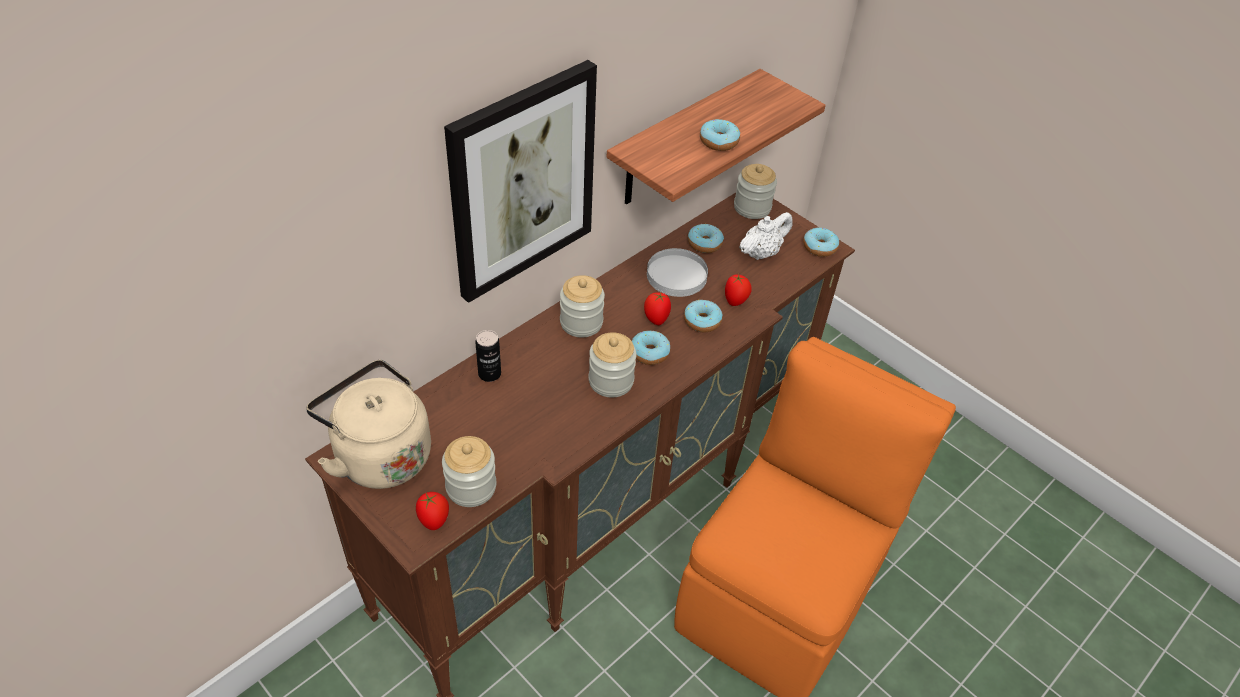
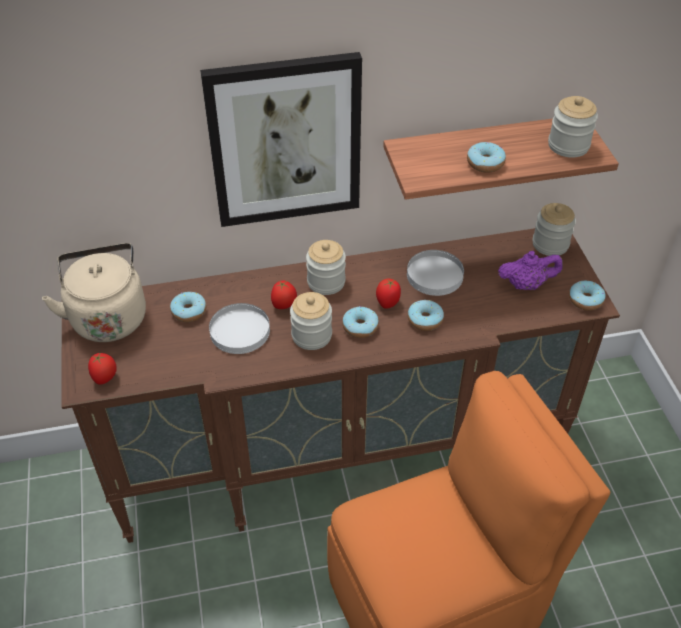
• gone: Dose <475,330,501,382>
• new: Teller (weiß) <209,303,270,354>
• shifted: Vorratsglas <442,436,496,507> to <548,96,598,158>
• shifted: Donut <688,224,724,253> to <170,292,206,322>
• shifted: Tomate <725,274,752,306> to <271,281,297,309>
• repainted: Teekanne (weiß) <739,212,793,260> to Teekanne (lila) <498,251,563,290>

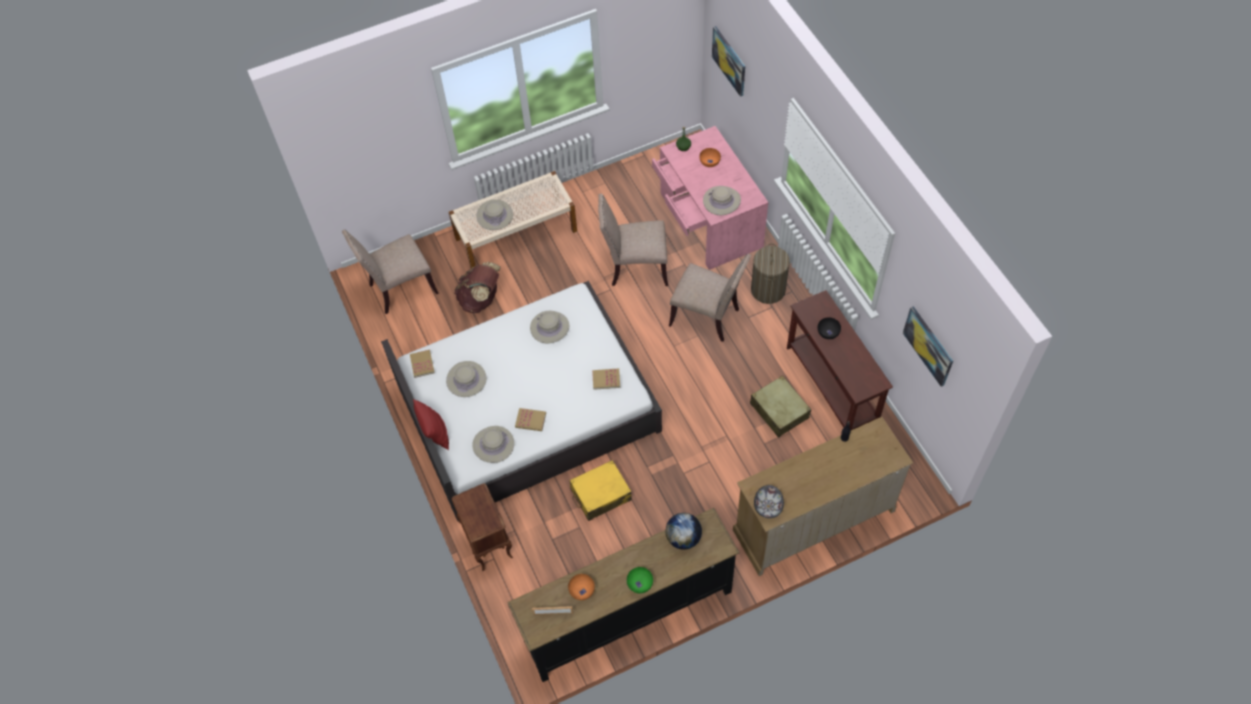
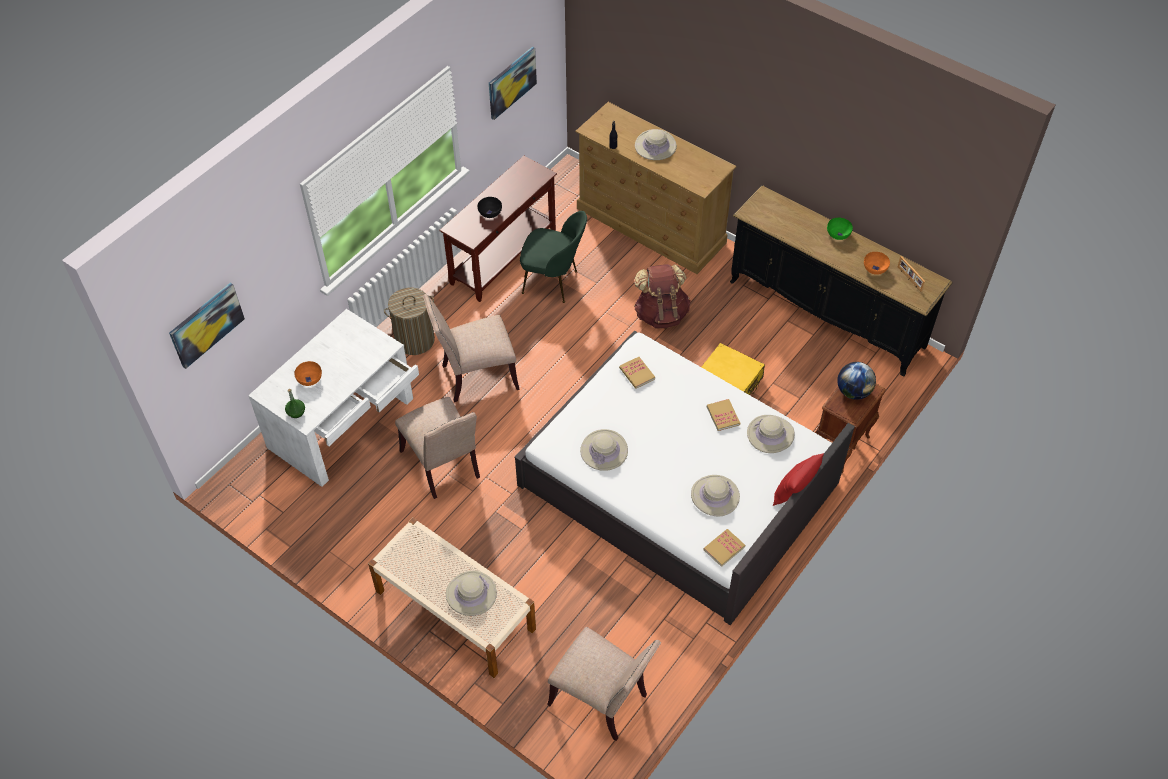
• gone: Schüssel <754,485,784,518>
• shifted: Rucksack (braun) <454,262,501,313> to <634,264,691,329>
• shifted: Globus <666,513,702,550> to <837,362,876,400>
• shifted: Hut (beige) <703,186,741,215> to <635,129,677,160>
• swapped: Koffer (beige) <750,375,811,438> to Stuhl (grün) <520,211,587,303>
• repainted: Schreibtisch (rosa) <652,126,768,270> to Schreibtisch (weiß) <248,309,419,487>
• rotated: Stuhl (beige) <669,254,751,342> = <423,294,520,402> 105 degrees counterclockwise

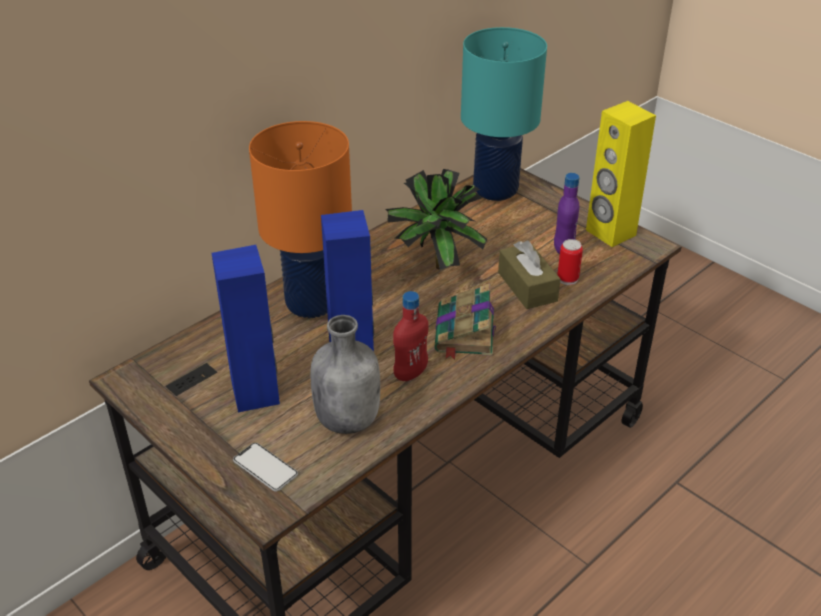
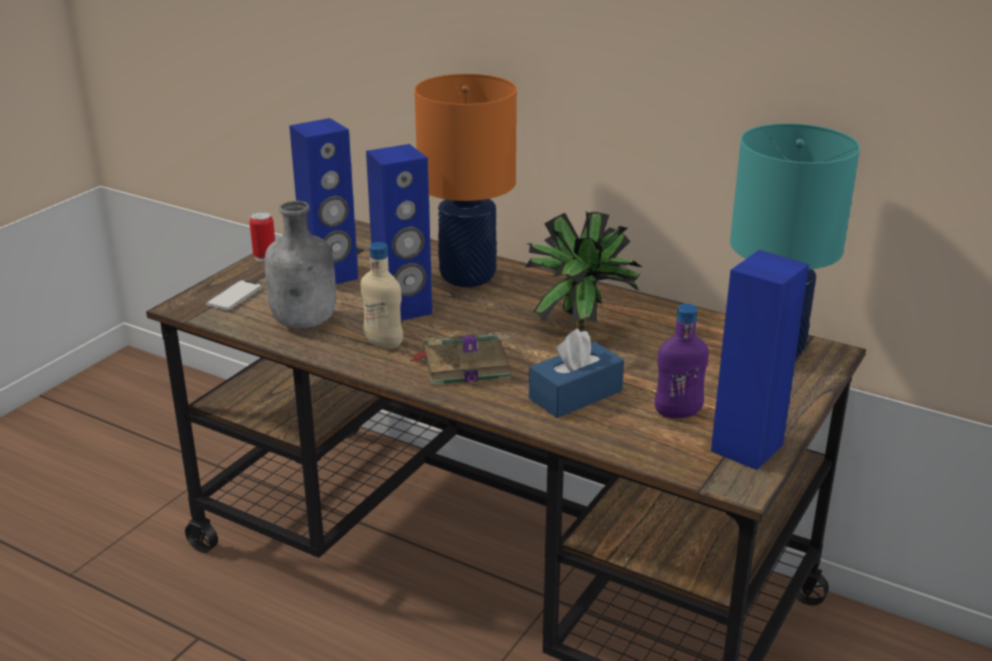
• shifted: Dose <557,239,583,285> to <249,212,275,262>
• repainted: Flasche (rot) <393,291,428,381> to Flasche (beige) <361,242,403,349>
• repainted: Taschentuchbox (braun) <498,240,561,309> to Taschentuchbox (blau) <529,329,624,418>
• repainted: Lautsprecher (gelb) <586,101,656,247> to Lautsprecher (blau) <711,250,809,470>

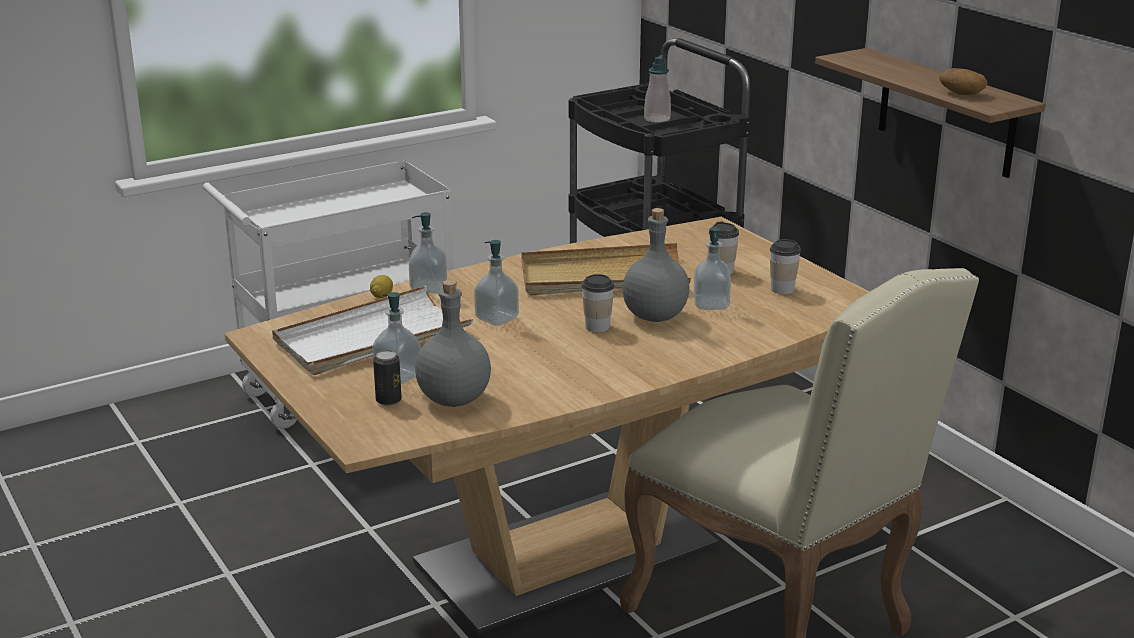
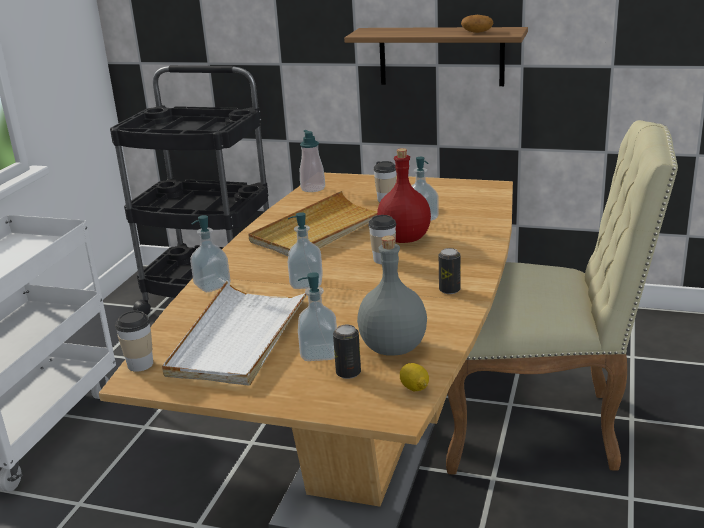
• new: Dose <439,248,461,294>
• shifted: Zitrone <370,275,393,298> to <400,363,429,391>
• shifted: Seifenspender <644,55,671,123> to <300,130,325,192>
• shifted: Tasse <770,239,801,294> to <115,310,153,372>
• repainted: Flasche (grau) <622,208,690,322> to Flasche (rot) <377,148,431,243>

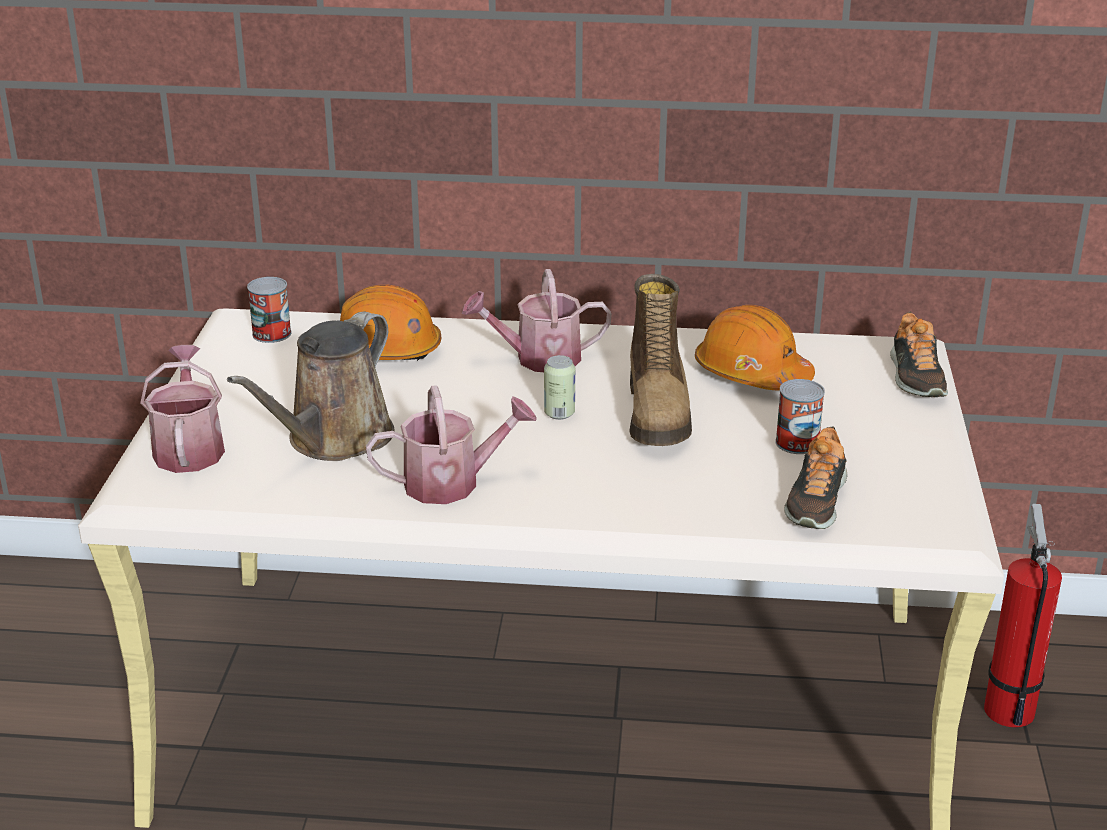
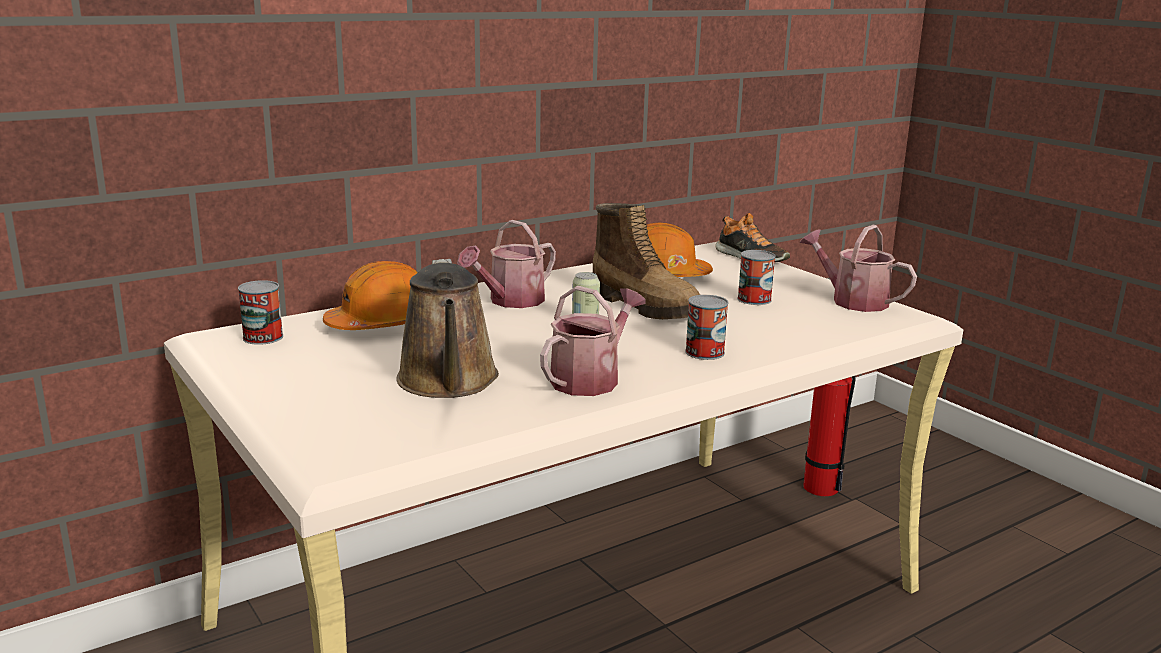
• gone: Schuh <784,427,848,529>
• new: Dose <685,295,729,360>
• shifted: Gießkanne <140,345,225,473> to <799,225,917,312>

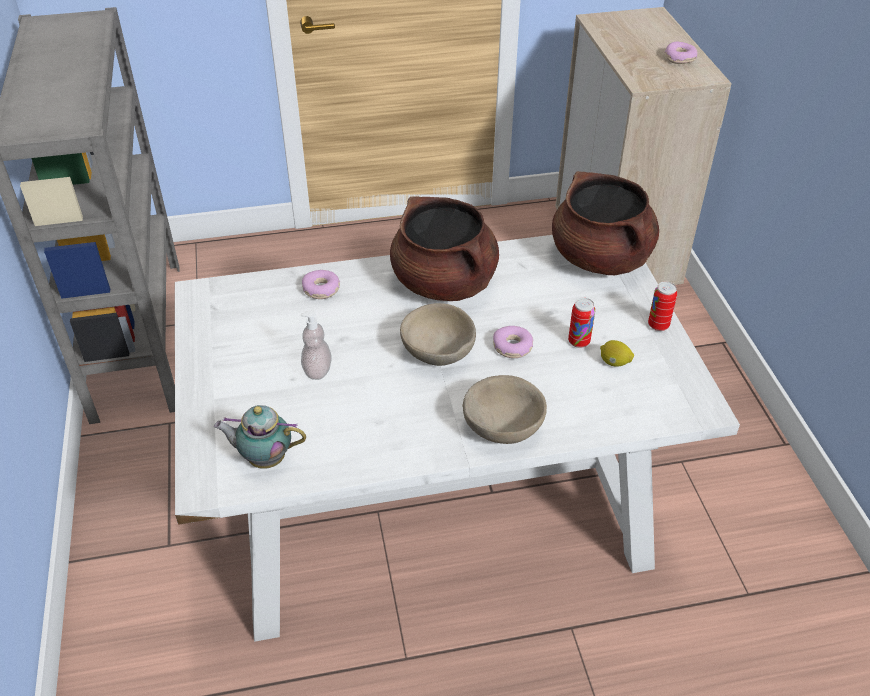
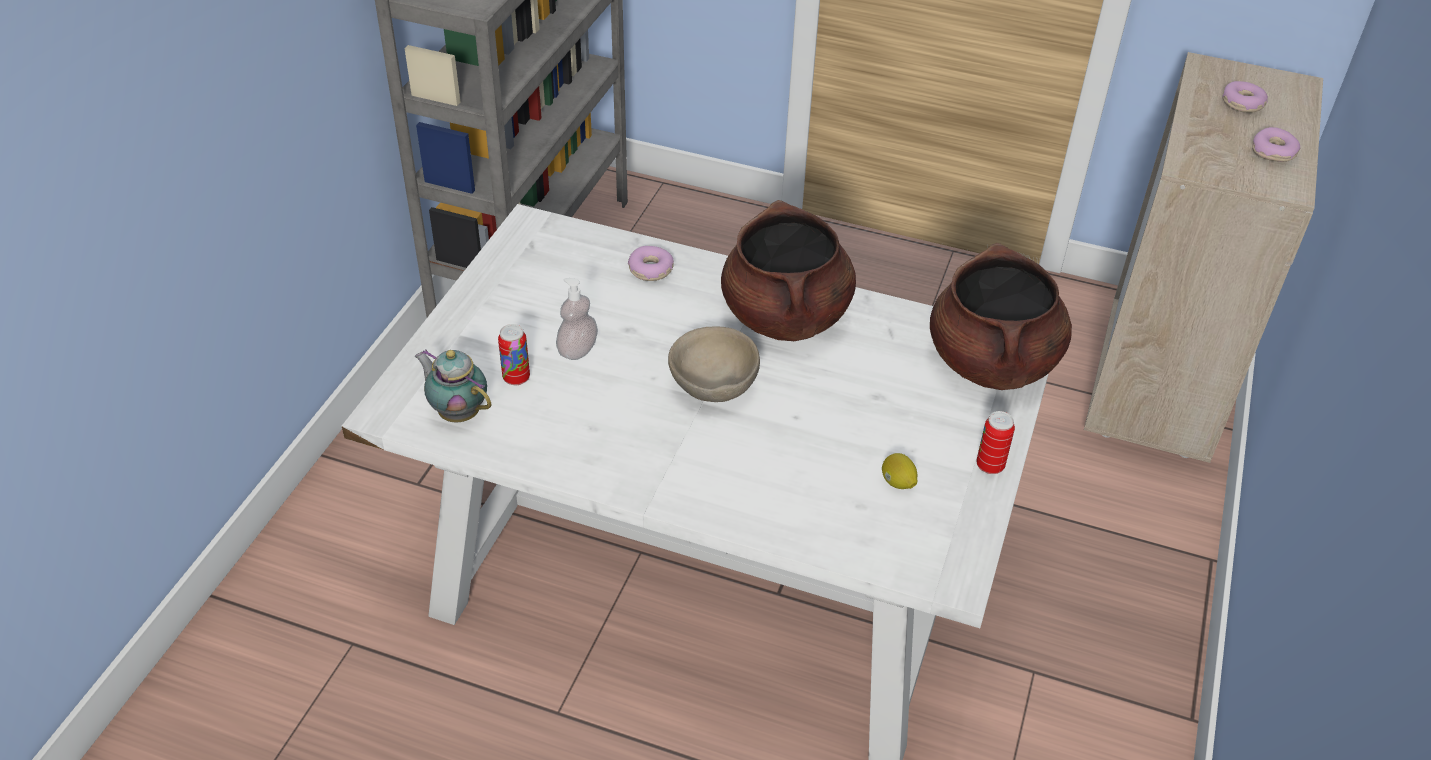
• gone: Schüssel (beige) <462,375,547,444>
• shifted: Donut <493,326,534,358> to <1223,81,1268,113>
• shifted: Dose <568,298,595,348> to <498,324,530,385>

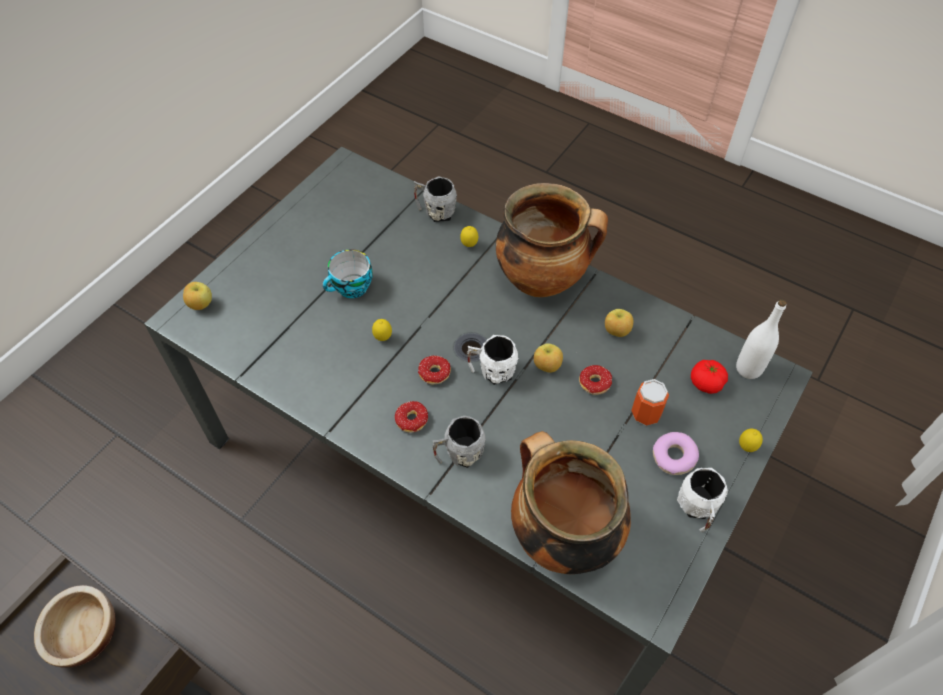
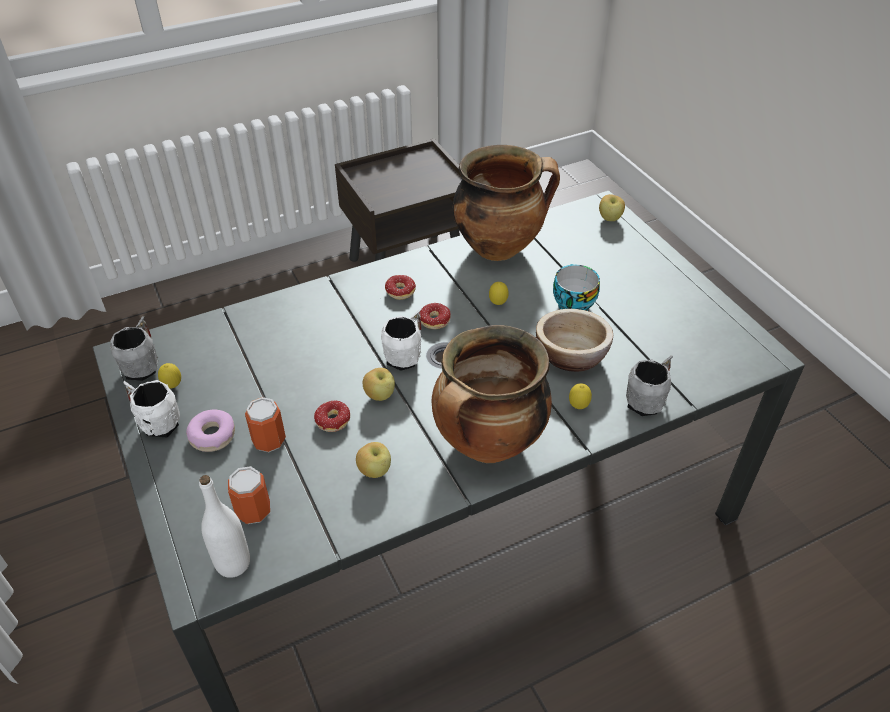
• shifted: Schüssel <34,585,116,668> to <536,309,613,372>
• shifted: Henkelbecher (grau) <432,416,486,468> to <110,316,158,381>
• shifted: Kochtopf <511,431,631,574> to <453,145,560,261>
• shifted: Zitrone <739,428,763,452> to <158,363,181,389>
• swapped: Tomate <691,360,728,394> to Dose <228,466,270,524>

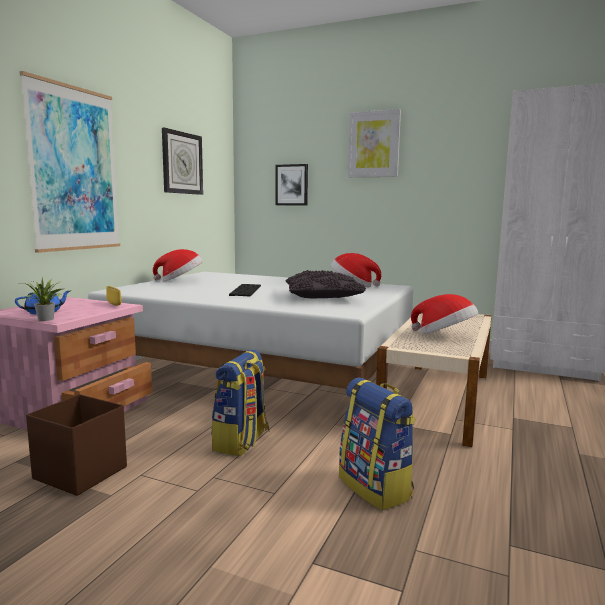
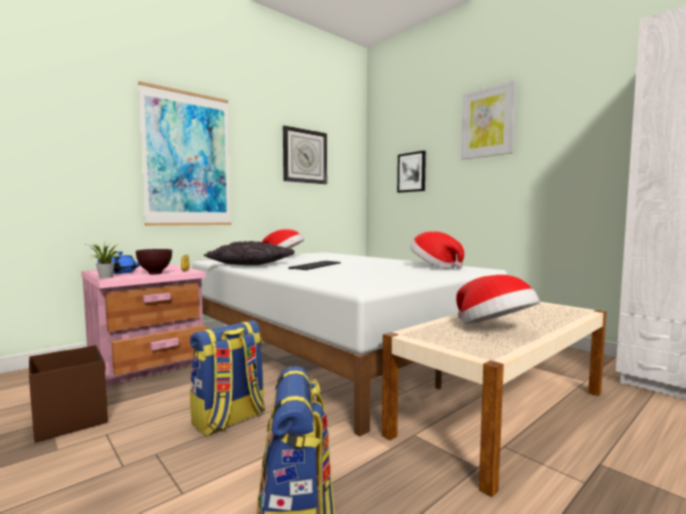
• new: Schüssel (braun) <136,249,172,274>
• shifted: Kissen (schwarz) <286,270,366,298> to <204,241,295,265>

